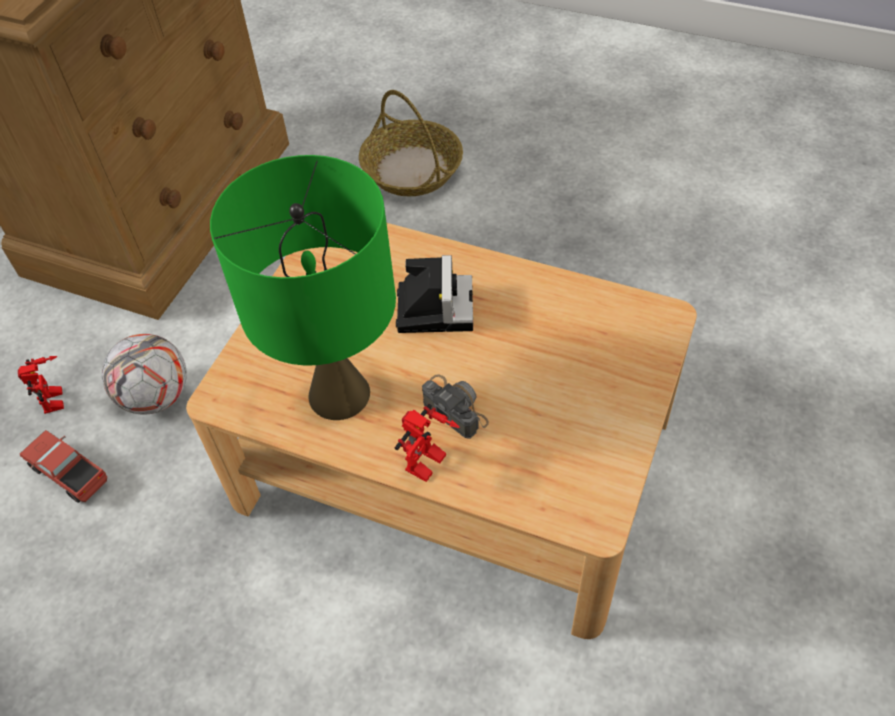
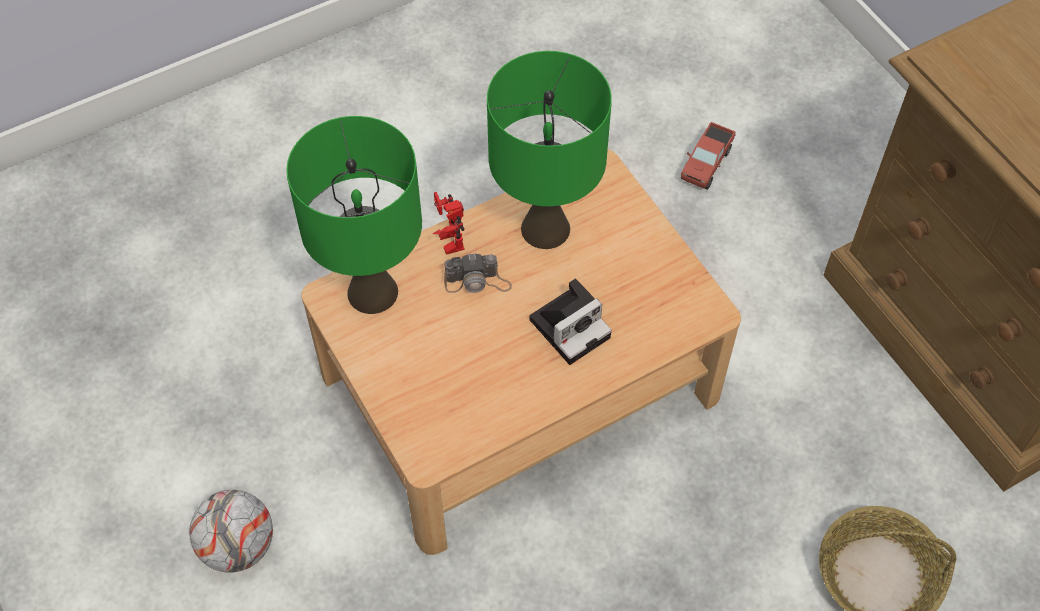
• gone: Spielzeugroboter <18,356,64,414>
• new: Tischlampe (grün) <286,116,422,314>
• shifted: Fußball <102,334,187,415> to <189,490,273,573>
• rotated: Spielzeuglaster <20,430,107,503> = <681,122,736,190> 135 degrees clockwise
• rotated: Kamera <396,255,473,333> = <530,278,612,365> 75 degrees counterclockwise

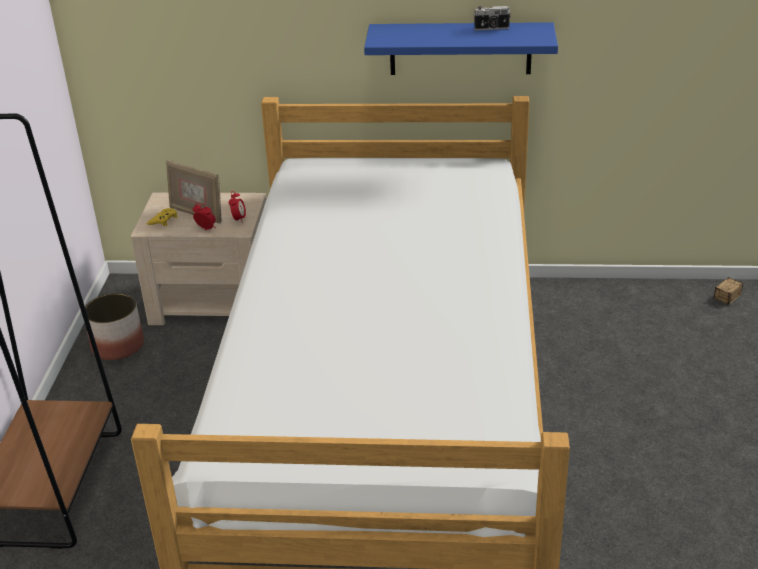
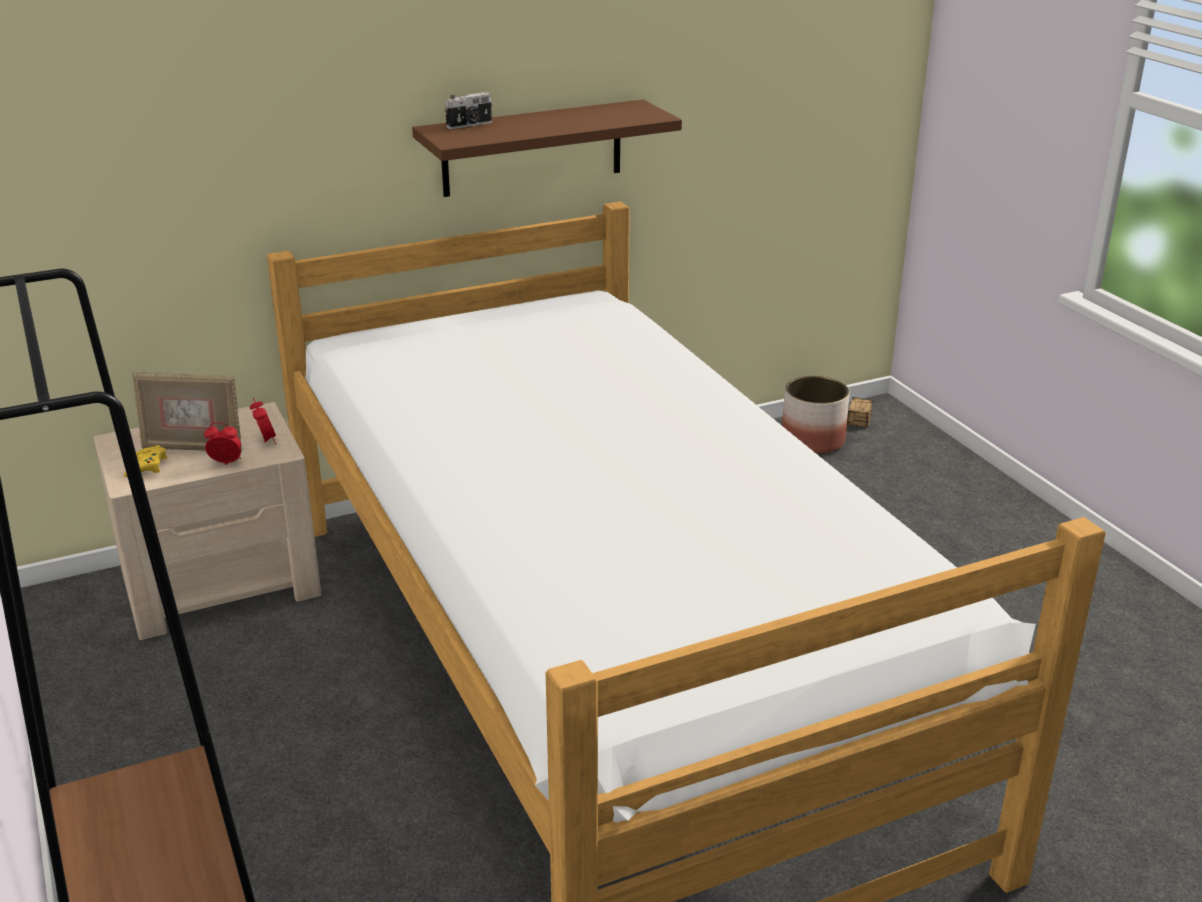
• shifted: Pflanzkübel <85,293,144,360> to <782,376,850,454>
• shifted: Kamera <473,6,511,30> to <445,92,492,129>
• repainted: Wandregal (blau) <364,22,558,75> to Wandregal (braun) <412,100,682,197>

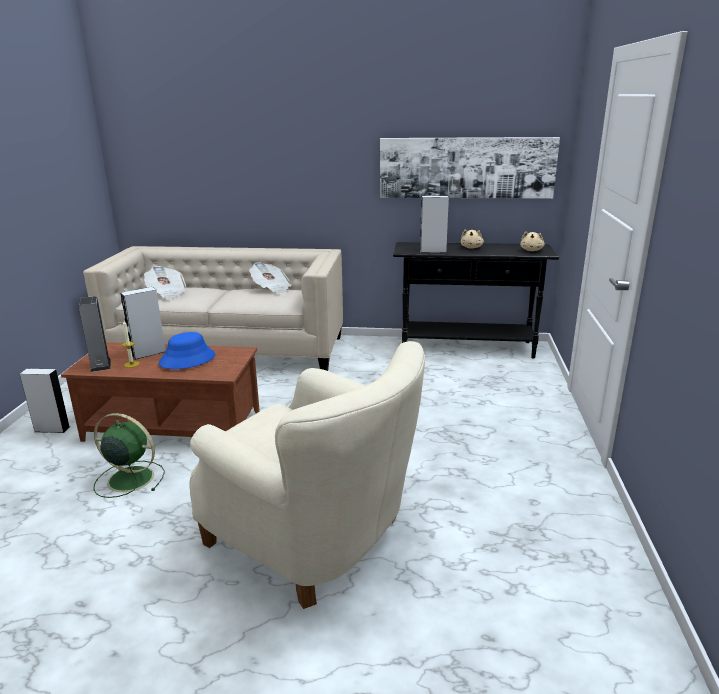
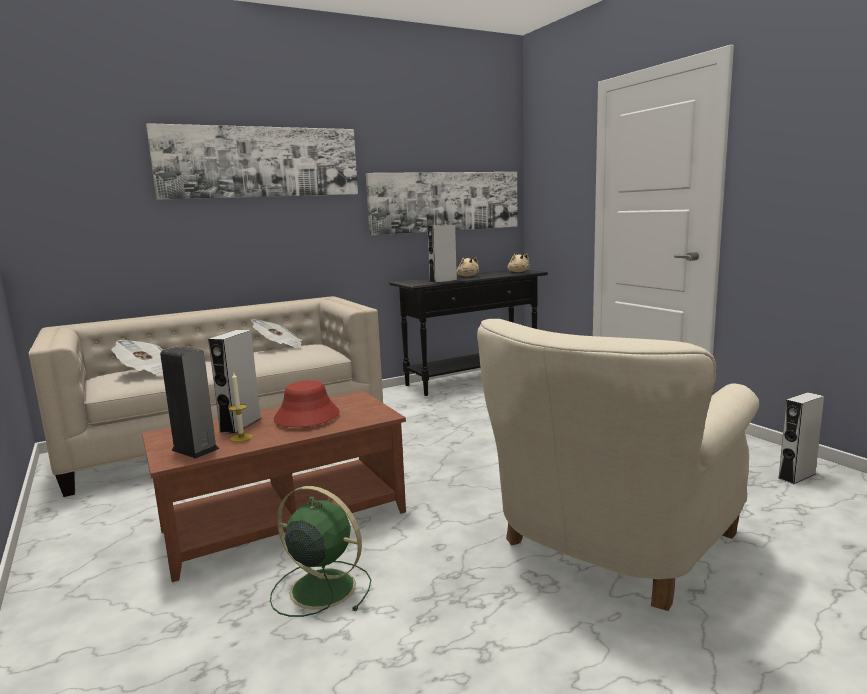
• new: Bild <146,123,358,200>
• shifted: Lautsprecher (grau) <20,369,70,433> to <778,392,824,484>
• repainted: Hut (blau) <159,332,215,369> to Hut (rot) <274,380,340,427>
• rotated: Ventilator (grün) <93,413,165,498> = <270,486,372,617> 45 degrees clockwise
• rotated: Sessel (beige) <189,341,425,609> = <477,319,759,611> 135 degrees clockwise

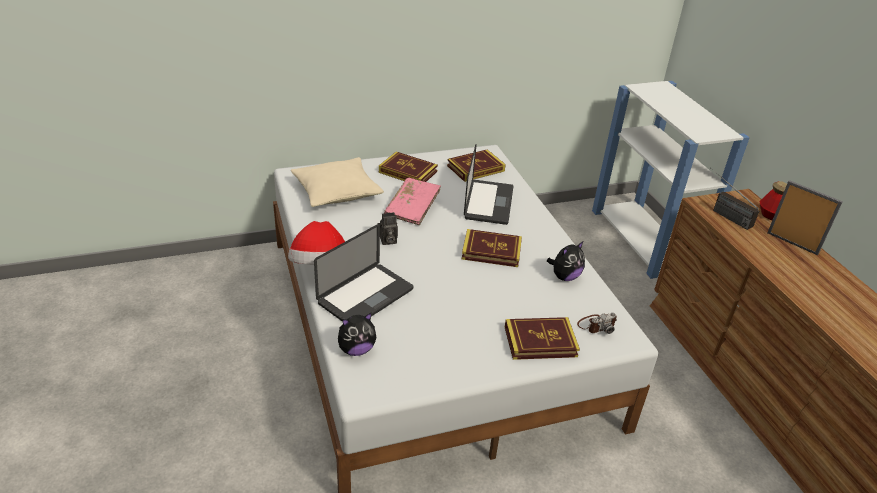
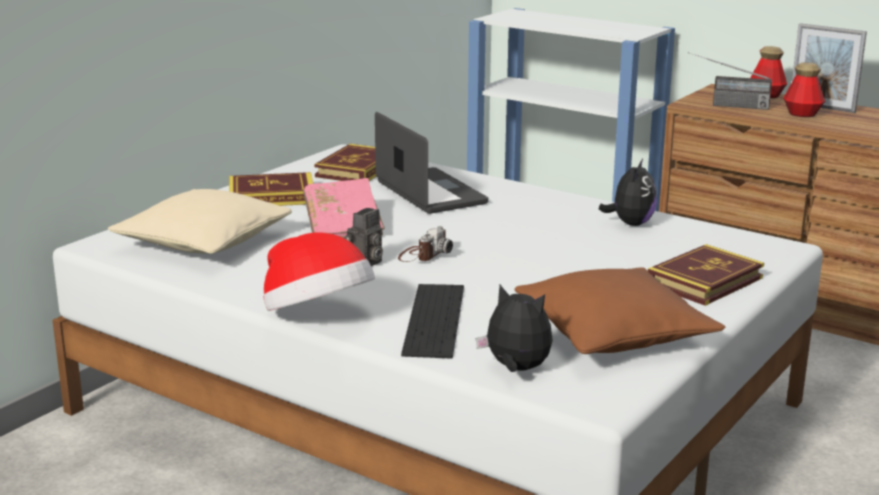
• gone: Buch <462,229,522,267>
• new: Kissen (braun) <514,267,725,354>
• new: Flasche <783,62,825,117>
• shifted: Kamera <577,313,617,334> to <398,226,453,262>
• swapped: Laptop <314,224,414,322> to Tastatur <401,284,464,359>
• rotated: Plüschtier <338,313,376,356> = <476,285,553,372> 90 degrees counterclockwise
• rotated: Bilderrahmen <768,180,843,255> = <792,23,867,113> 150 degrees counterclockwise

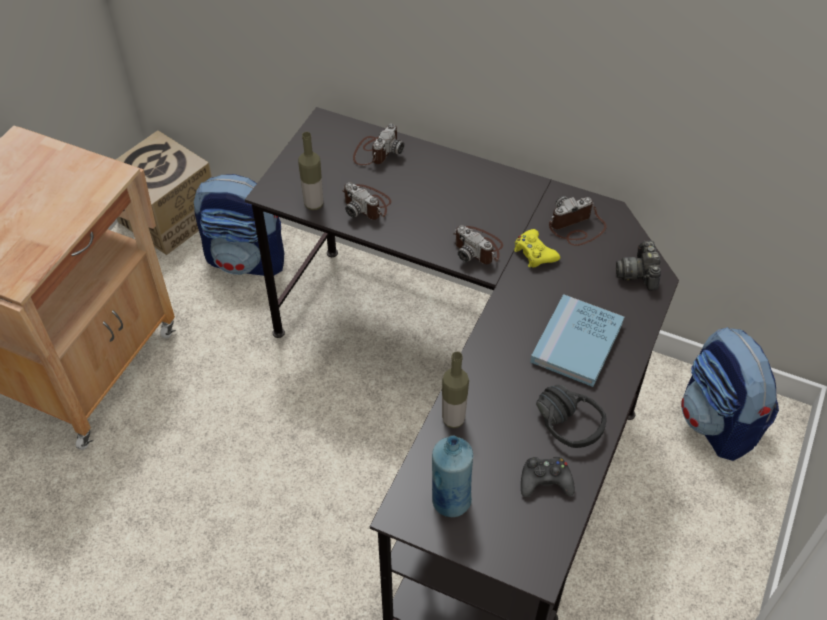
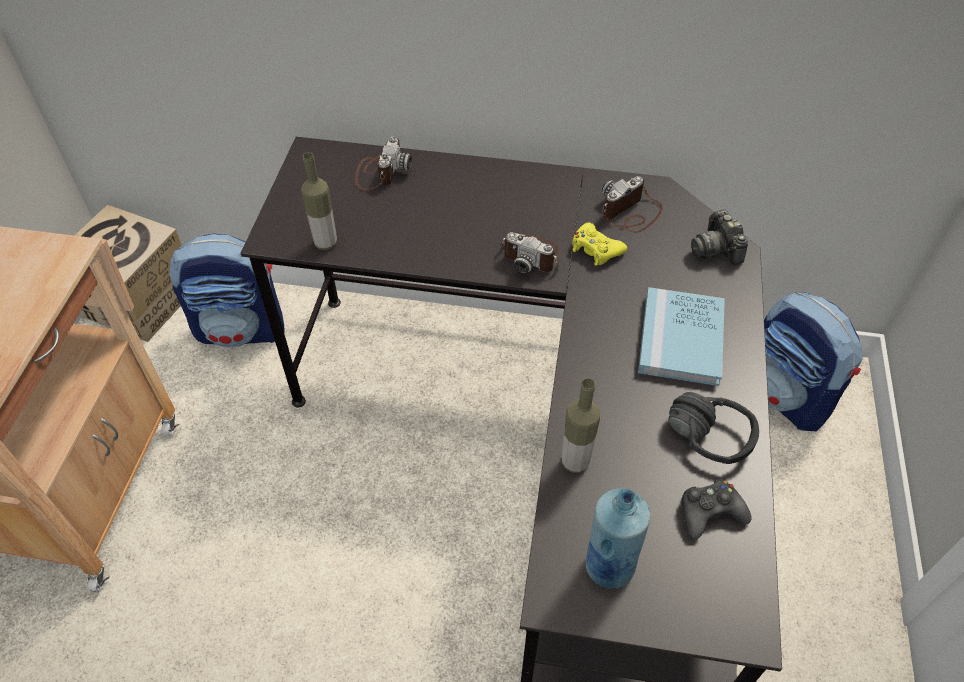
• gone: Kamera <342,182,391,220>

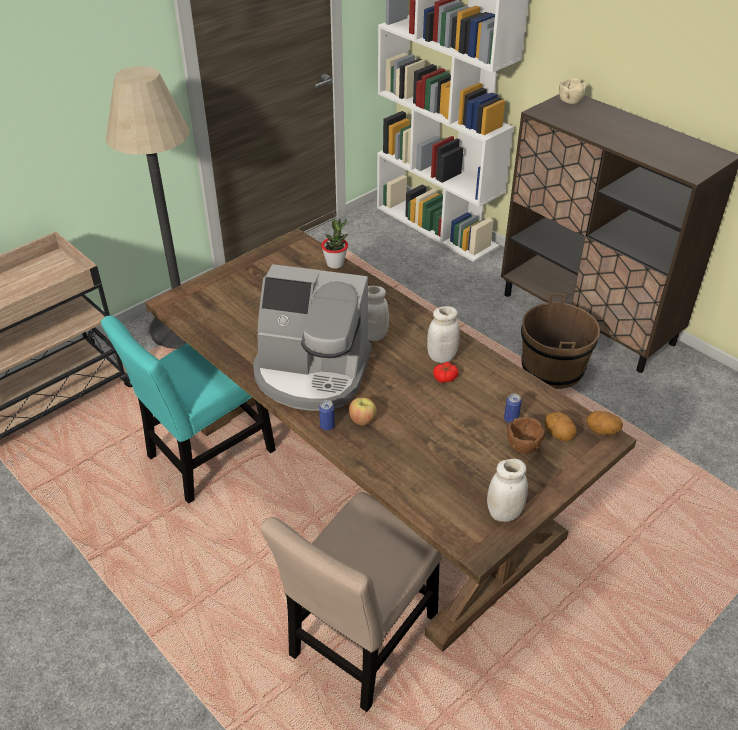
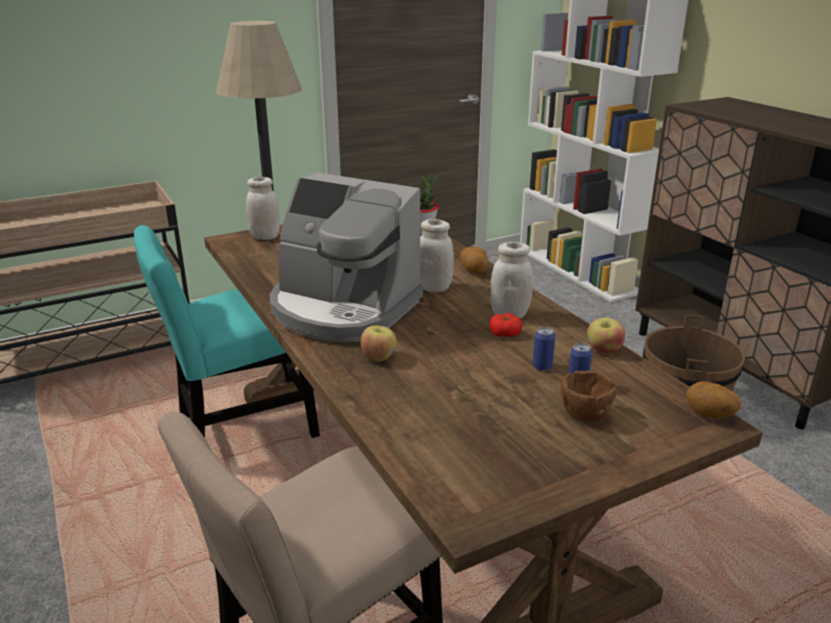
• gone: Schüssel (beige) <559,78,586,104>
• new: Apfel <587,317,625,353>
• shifted: Dose <319,400,335,431> to <533,327,555,371>
• shifted: Vorratsglas (weiß) <487,459,528,522> to <246,177,280,240>
• shifted: Kartoffel <545,412,577,442> to <460,246,488,274>

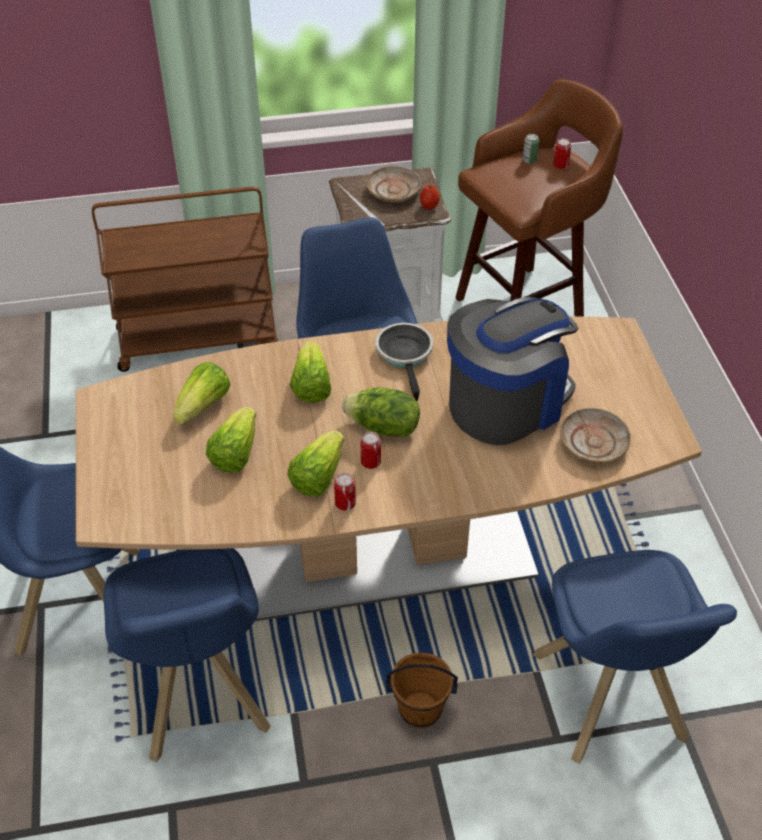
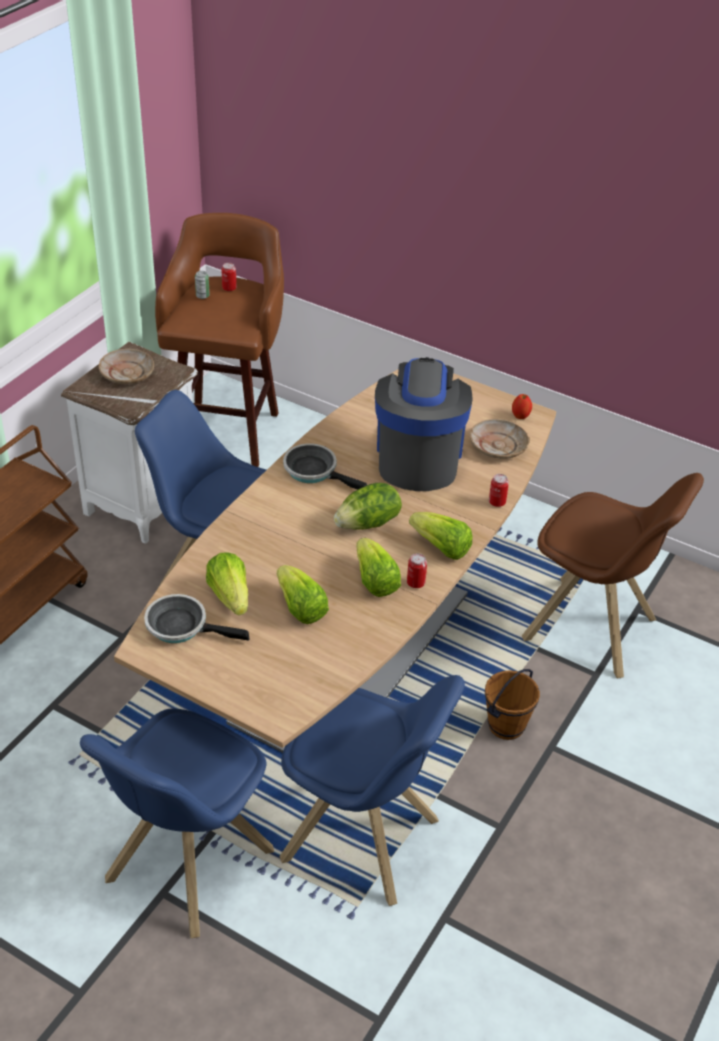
• new: Pfanne <144,594,250,643>
• shifted: Salatkopf <290,341,332,403> to <409,512,472,560>
• shifted: Dose <361,432,381,469> to <489,474,509,507>
• shifted: Apfel <420,185,440,210> to <512,394,532,419>
• repainted: Stuhl (blau) <533,550,737,764> to Stuhl (braun) <522,473,704,678>

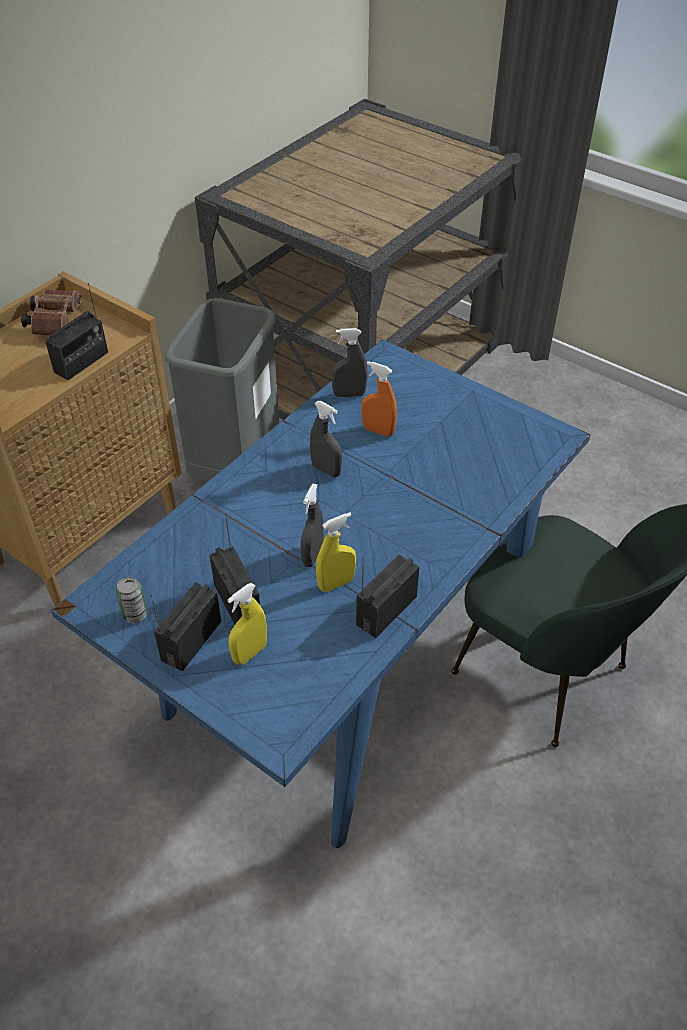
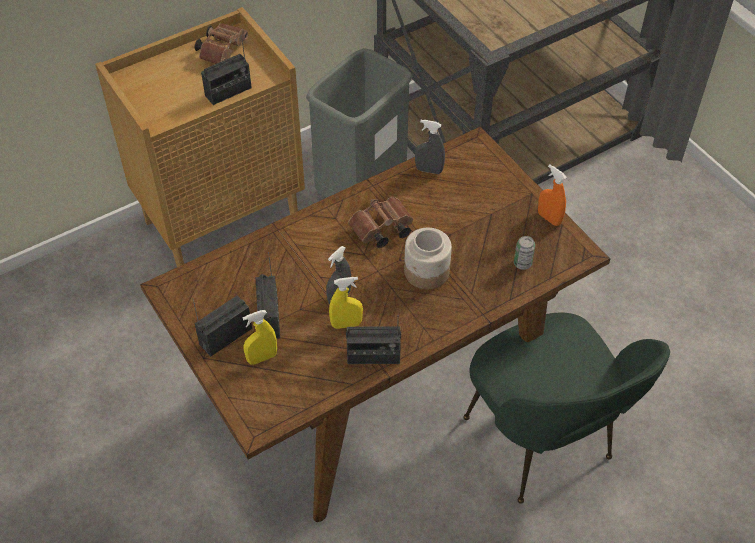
• new: Vorratsglas <404,228,452,289>
• shifted: Dose <116,577,148,623> to <514,236,535,270>
• shifted: Sprühflasche (orange) <362,361,397,437> to <538,164,567,226>
• swapped: Sprühflasche (grau) <310,401,342,477> to Fernglas (braun) <348,197,413,248>
• repainted: Esstisch (blau) <51,339,590,848> to Esstisch (braun) <140,126,610,522>
• rotated: Radio <356,554,419,638> = <346,315,401,364> 150 degrees counterclockwise

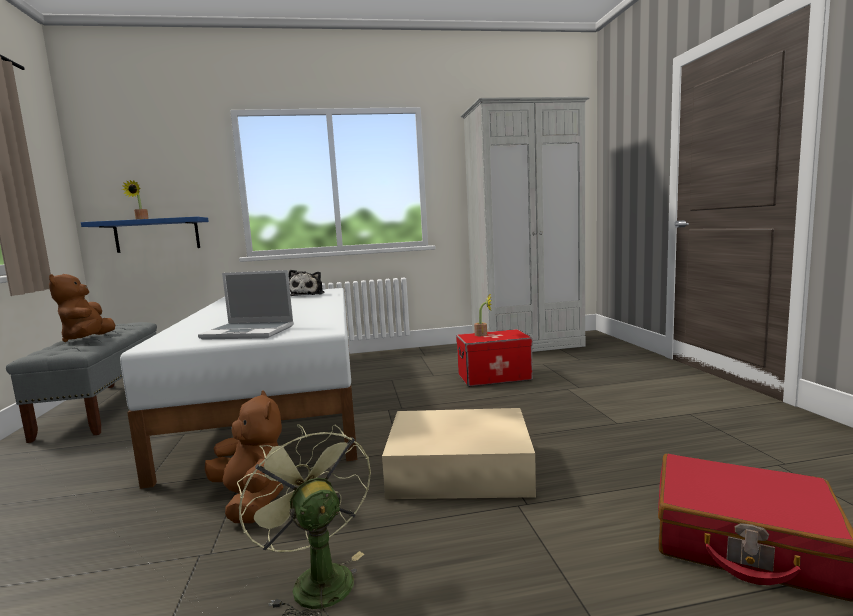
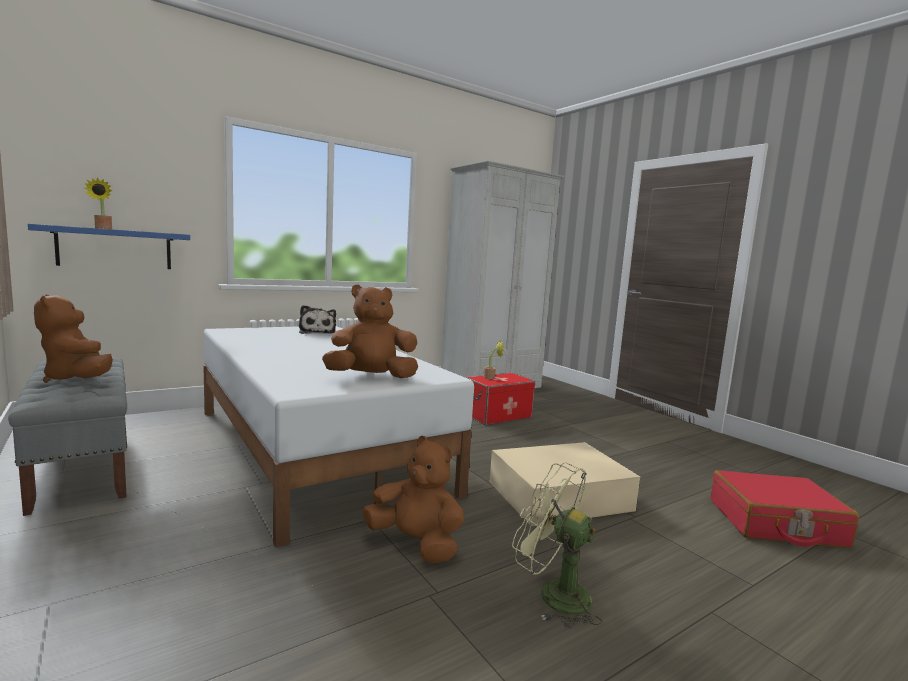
• swapped: Laptop <198,270,294,340> to Plüschtier (braun) <322,284,418,378>

